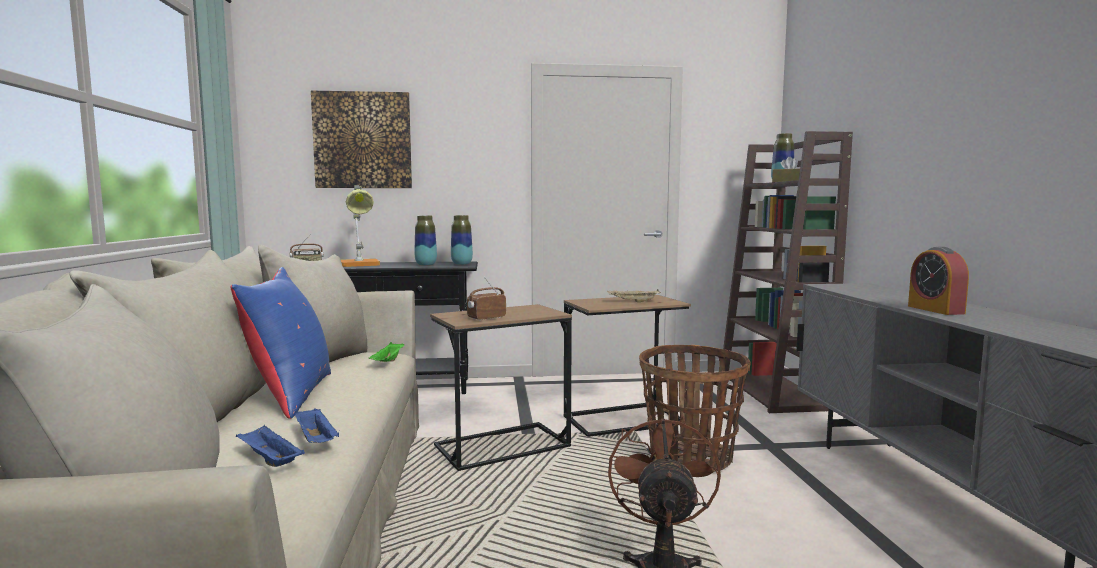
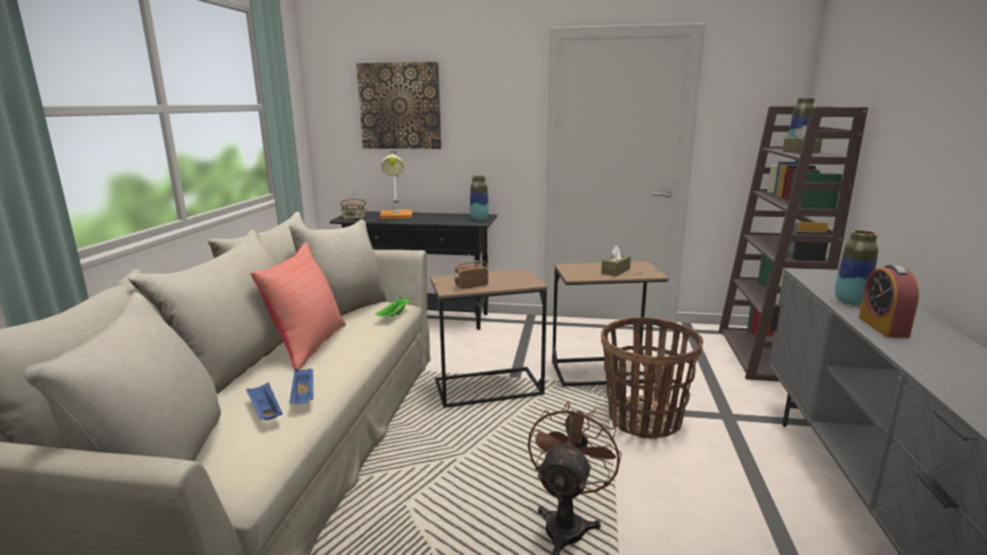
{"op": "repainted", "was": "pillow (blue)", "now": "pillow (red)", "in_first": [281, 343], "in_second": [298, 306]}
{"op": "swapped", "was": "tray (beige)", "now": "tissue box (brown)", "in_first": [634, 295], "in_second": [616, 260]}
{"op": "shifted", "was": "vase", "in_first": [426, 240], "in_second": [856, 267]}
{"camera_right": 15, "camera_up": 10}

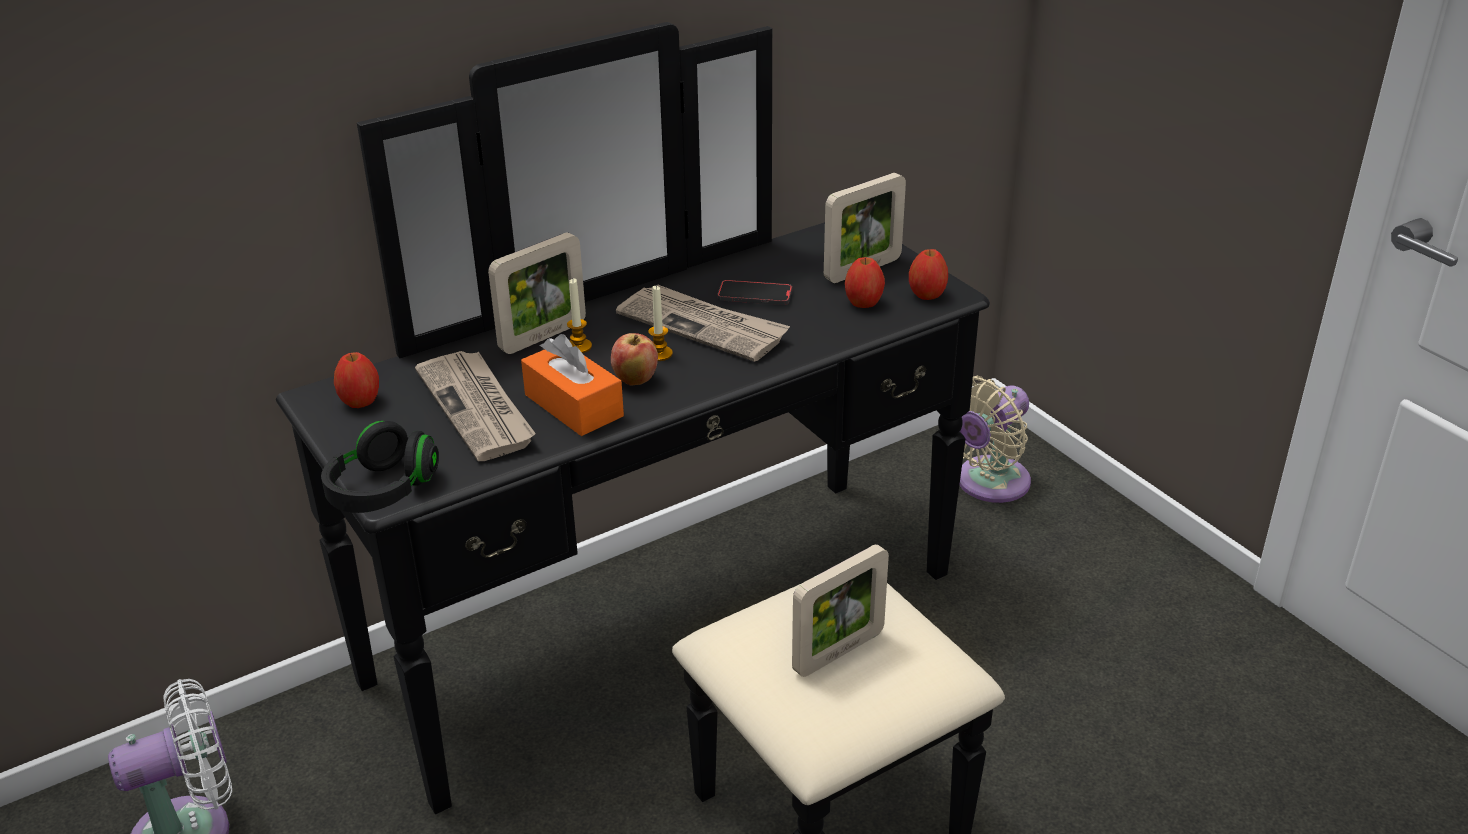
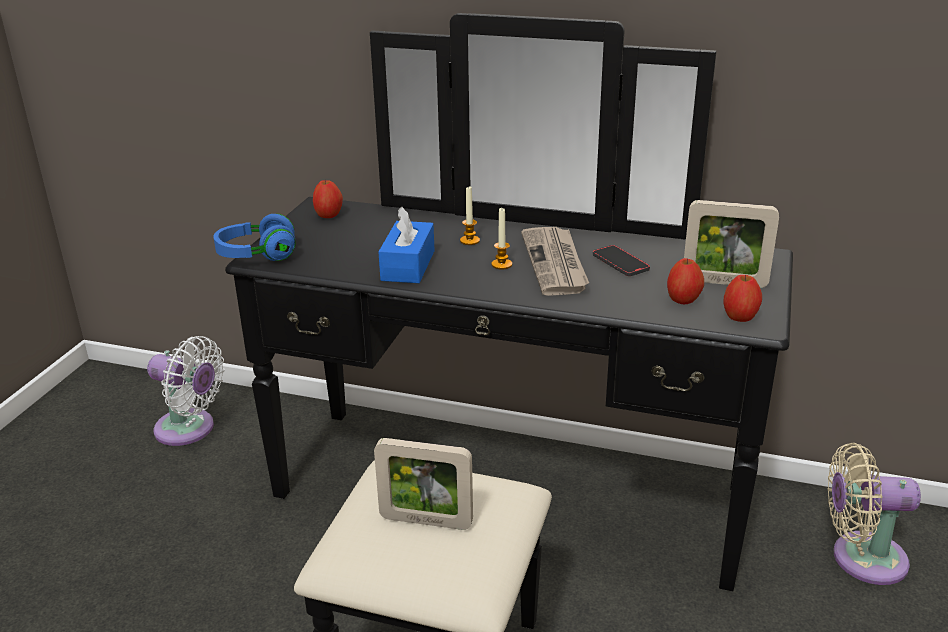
{"op": "repainted", "was": "headphones (black)", "now": "headphones (blue)", "in_first": [380, 467], "in_second": [254, 237]}
{"op": "repainted", "was": "tissue box (orange)", "now": "tissue box (blue)", "in_first": [572, 385], "in_second": [406, 245]}
{"op": "gone", "was": "newspaper", "in_first": [475, 406]}
{"op": "gone", "was": "picture frame", "in_first": [537, 293]}
{"op": "gone", "was": "apple", "in_first": [634, 359]}
{"camera_right": 50, "camera_up": -5}

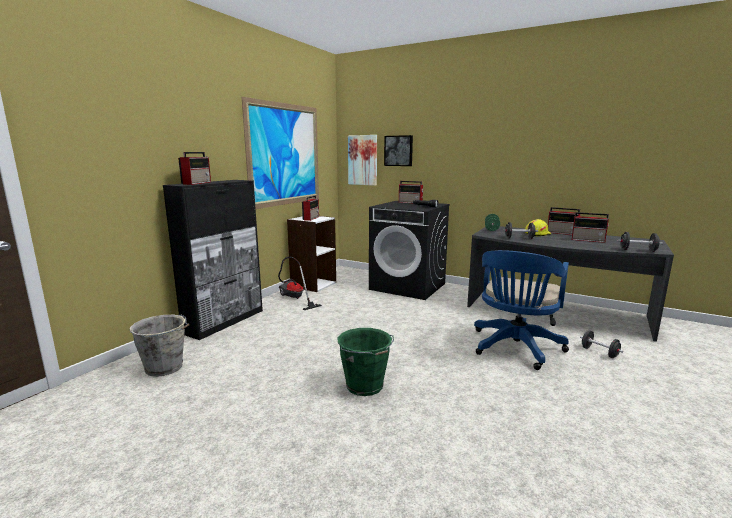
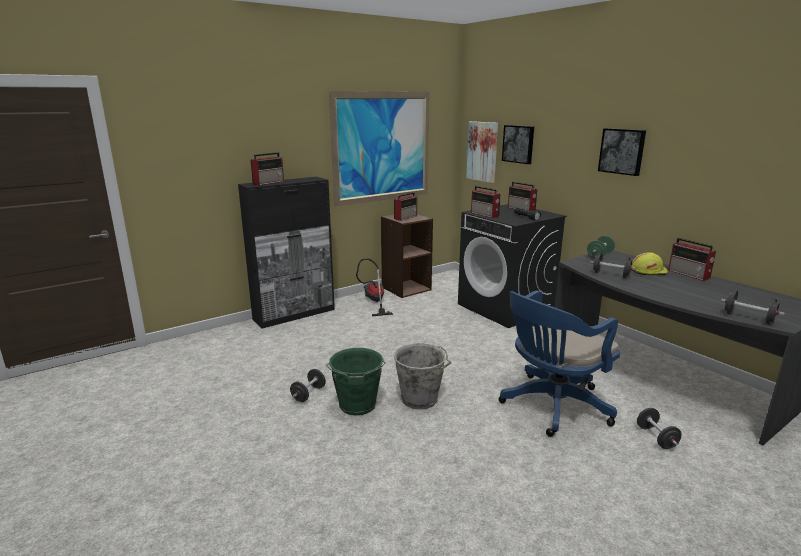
{"op": "new", "now": "dumbbell (black)", "in_second": [308, 385]}
{"op": "repainted", "was": "bookcase (white)", "now": "bookcase (brown)", "in_first": [311, 254], "in_second": [407, 256]}
{"op": "shifted", "was": "bucket (grey)", "in_first": [159, 346], "in_second": [422, 376]}
{"op": "shifted", "was": "radio", "in_first": [590, 227], "in_second": [486, 202]}
{"op": "new", "now": "picture", "in_second": [622, 152]}
{"camera_right": 25, "camera_up": 5}

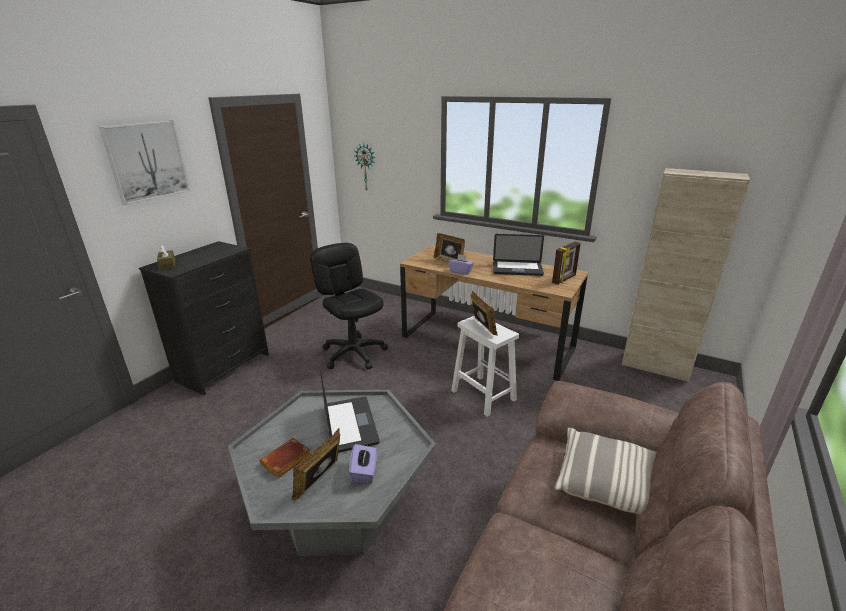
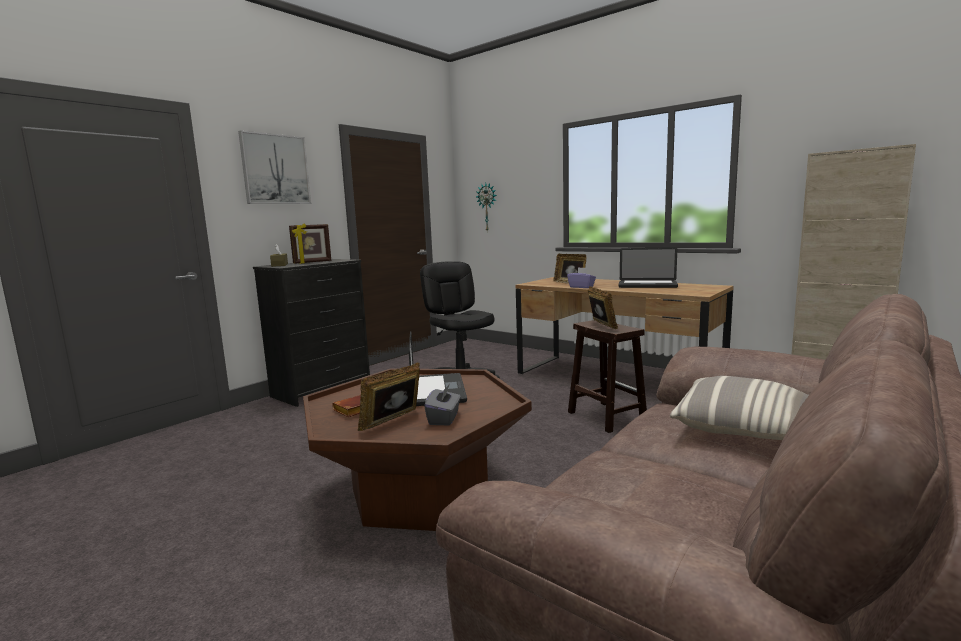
{"op": "shifted", "was": "picture frame", "in_first": [566, 263], "in_second": [310, 244]}
{"op": "repainted", "was": "coffee table (grey)", "now": "coffee table (brown)", "in_first": [332, 473], "in_second": [417, 449]}
{"op": "repainted", "was": "tissue box (purple)", "now": "tissue box (grey)", "in_first": [363, 464], "in_second": [442, 405]}
{"op": "repainted", "was": "stool (white)", "now": "stool (brown)", "in_first": [485, 366], "in_second": [607, 376]}
{"camera_right": 10, "camera_up": -15}

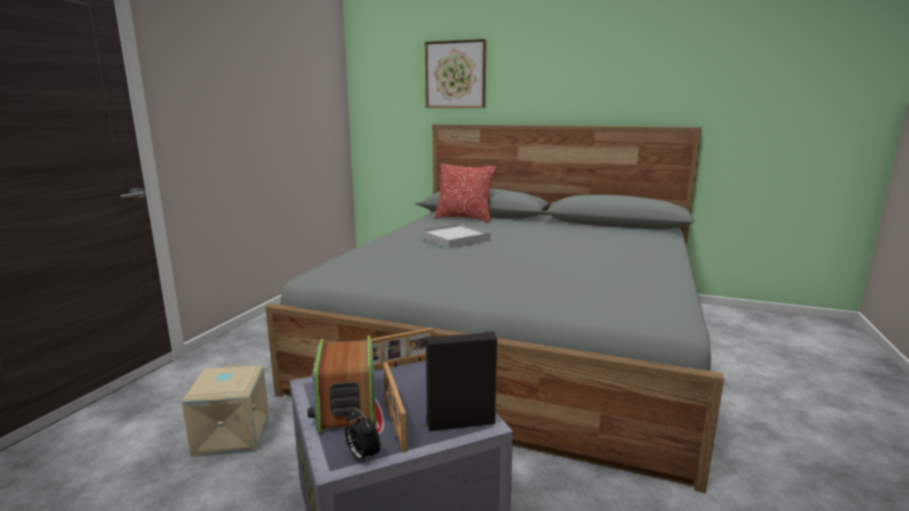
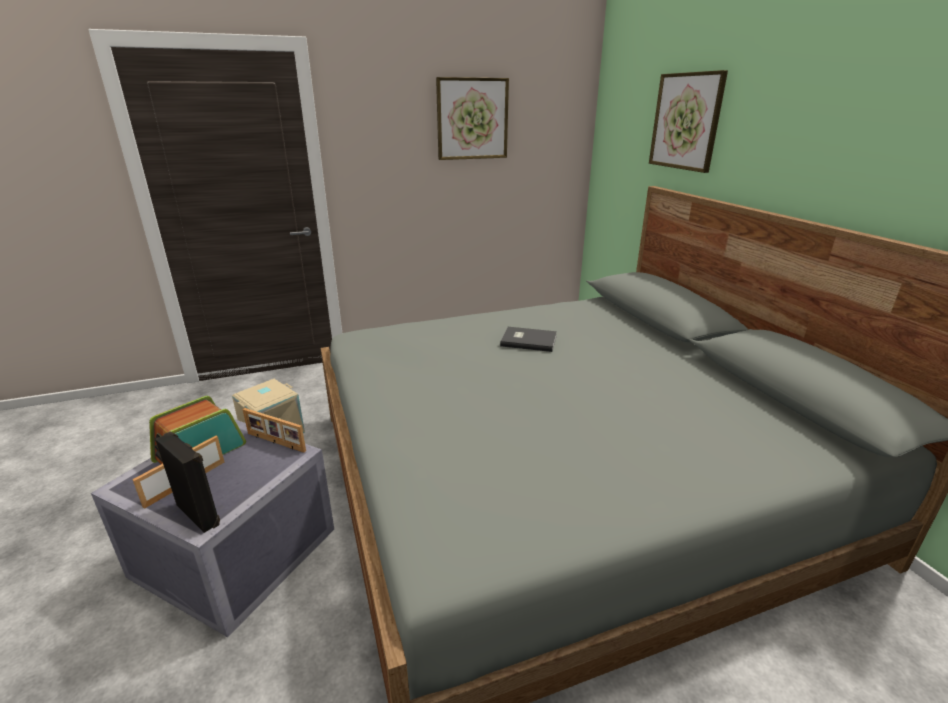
{"op": "new", "now": "picture", "in_second": [472, 118]}
{"op": "swapped", "was": "tray (white)", "now": "book (grey)", "in_first": [455, 236], "in_second": [528, 339]}
{"op": "gone", "was": "alarm clock", "in_first": [362, 436]}
{"op": "gone", "was": "pillow", "in_first": [465, 193]}
{"camera_right": 50, "camera_up": 10}

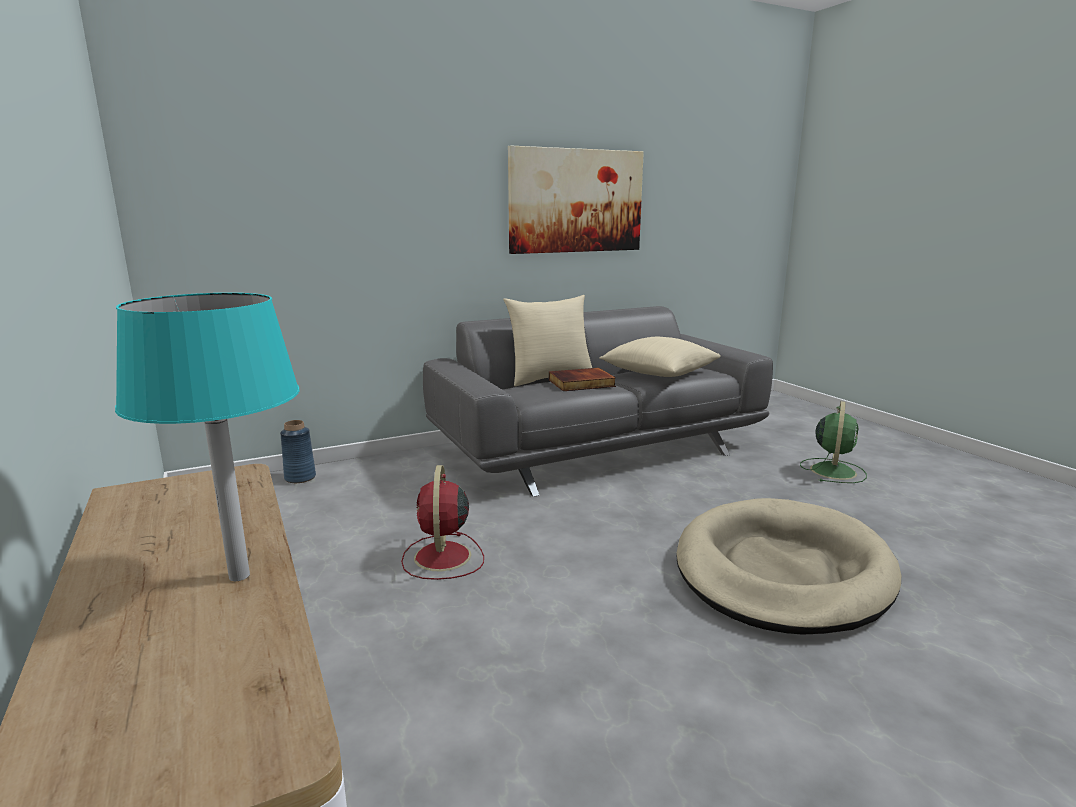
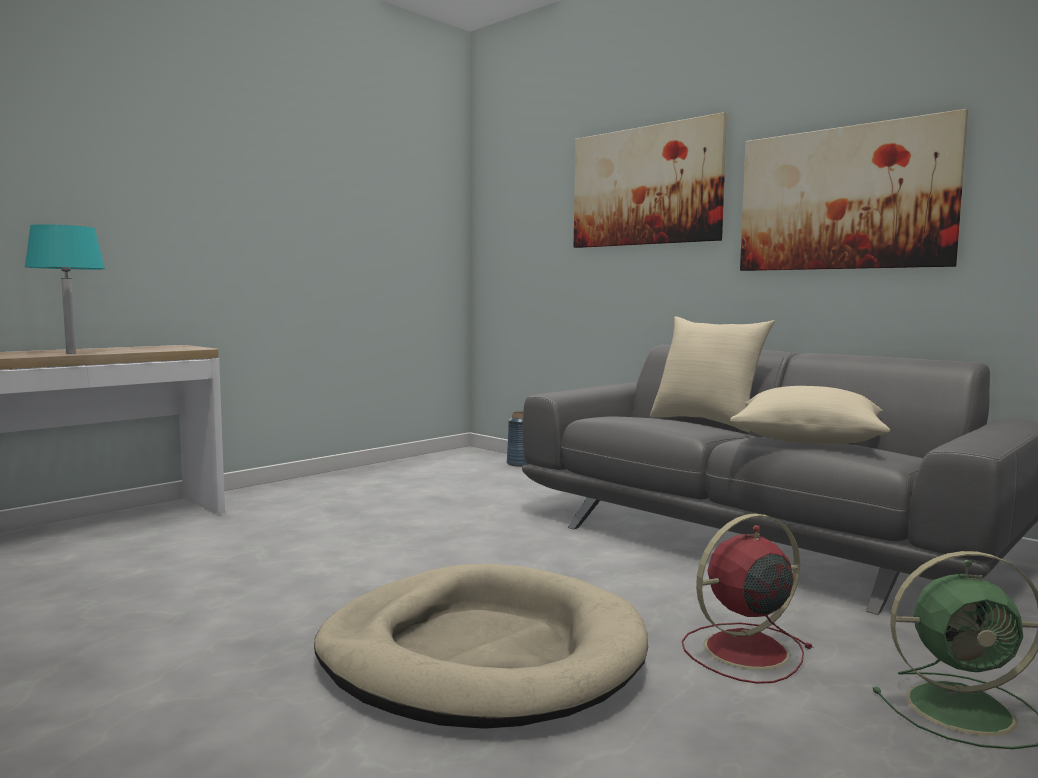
{"op": "new", "now": "picture", "in_second": [650, 180]}
{"op": "shifted", "was": "fan (red)", "in_first": [442, 522], "in_second": [748, 598]}
{"op": "gone", "was": "book", "in_first": [582, 379]}
{"camera_right": 70, "camera_up": -10}

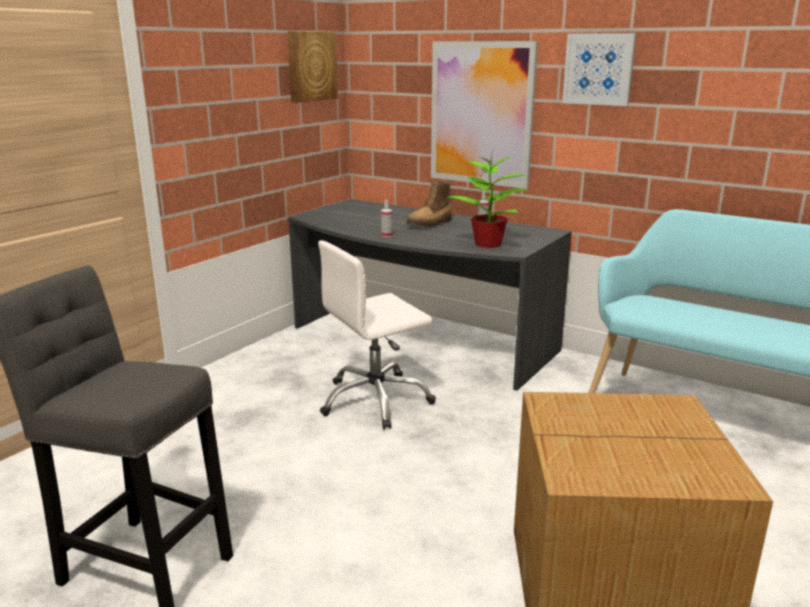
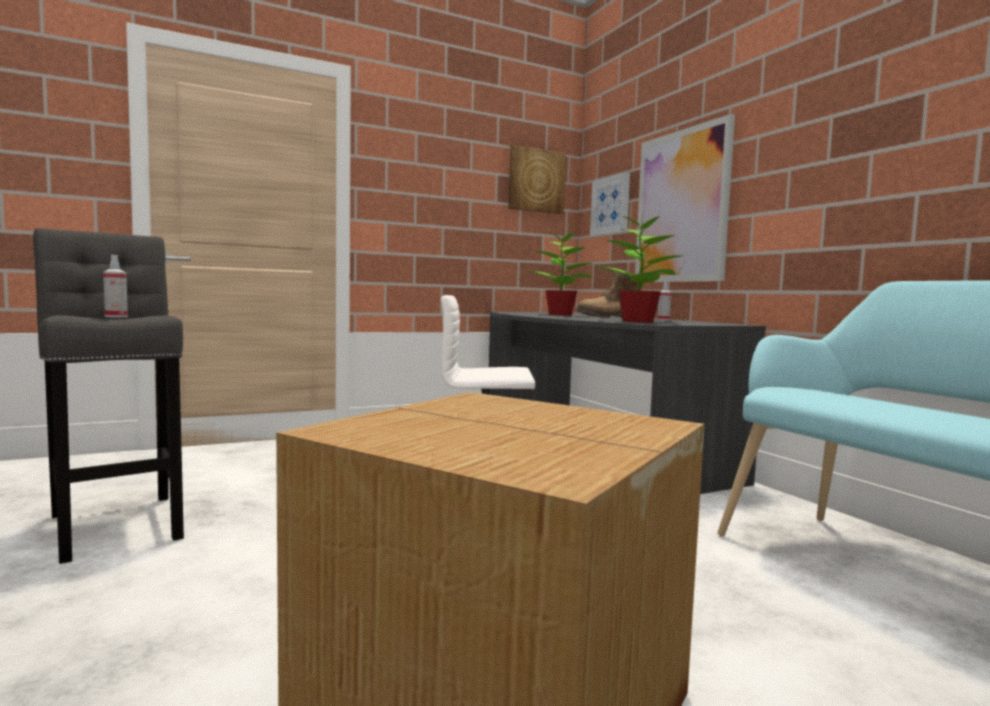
{"op": "shifted", "was": "spray bottle", "in_first": [386, 218], "in_second": [115, 285]}
{"op": "new", "now": "potted plant", "in_second": [560, 272]}
{"op": "shifted", "was": "picture", "in_first": [599, 69], "in_second": [610, 204]}
{"camera_right": 30, "camera_up": -15}

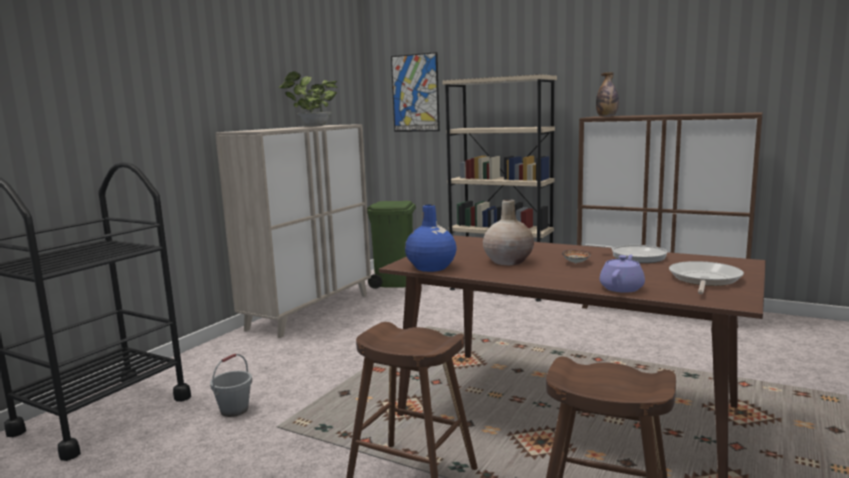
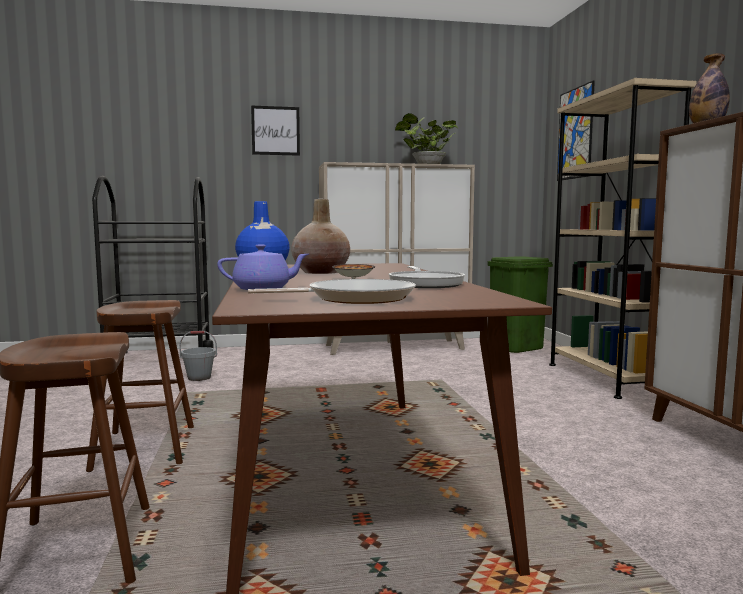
{"op": "new", "now": "picture", "in_second": [275, 131]}
{"camera_right": 50, "camera_up": -5}

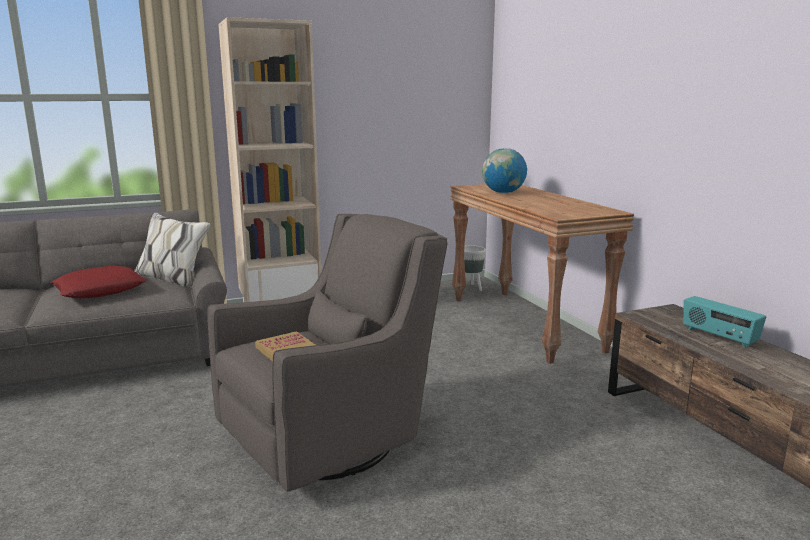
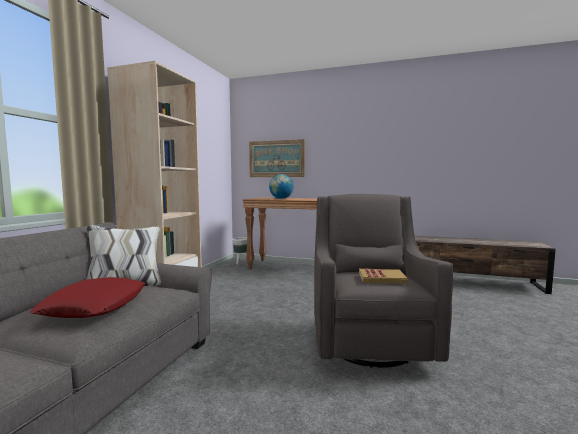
{"op": "new", "now": "picture", "in_second": [277, 158]}
{"op": "gone", "was": "radio", "in_first": [724, 322]}
{"camera_right": -50, "camera_up": -10}

